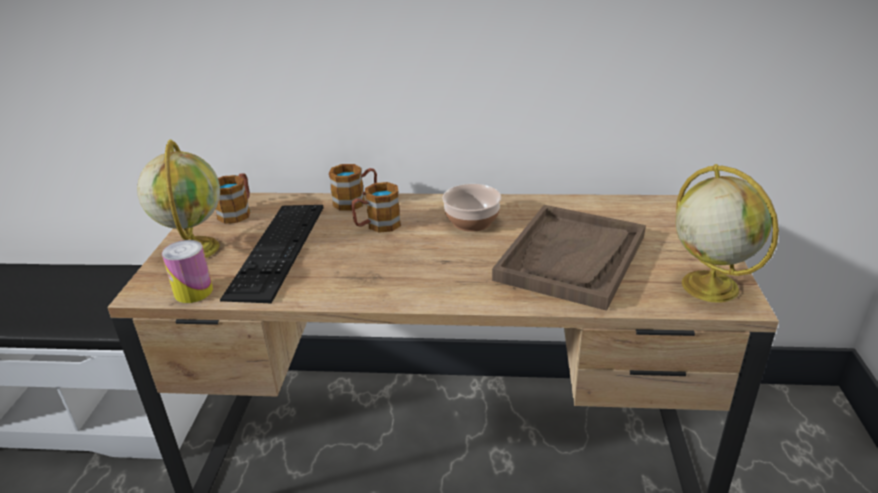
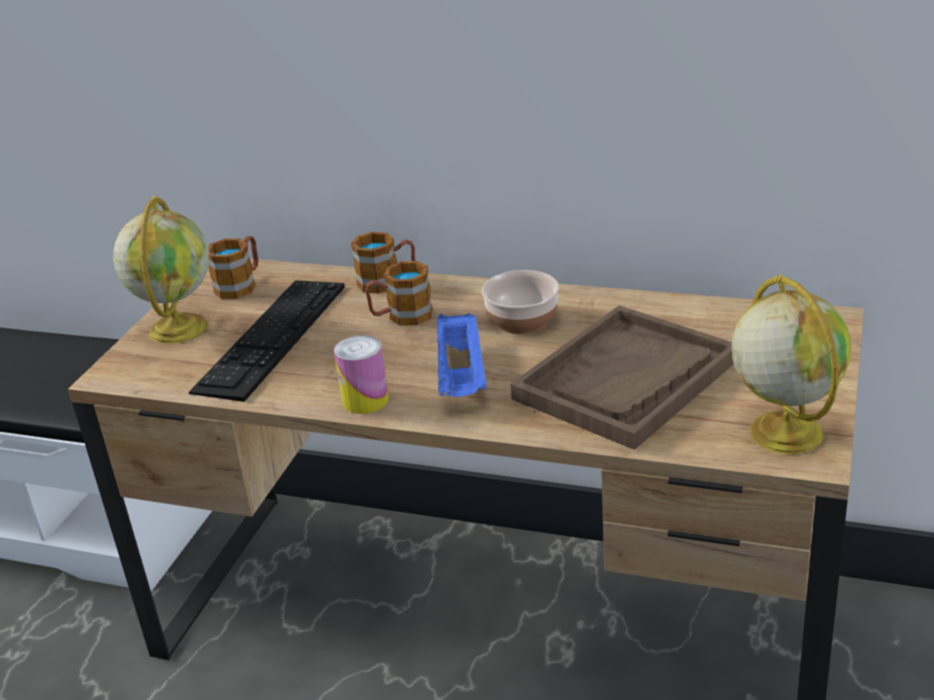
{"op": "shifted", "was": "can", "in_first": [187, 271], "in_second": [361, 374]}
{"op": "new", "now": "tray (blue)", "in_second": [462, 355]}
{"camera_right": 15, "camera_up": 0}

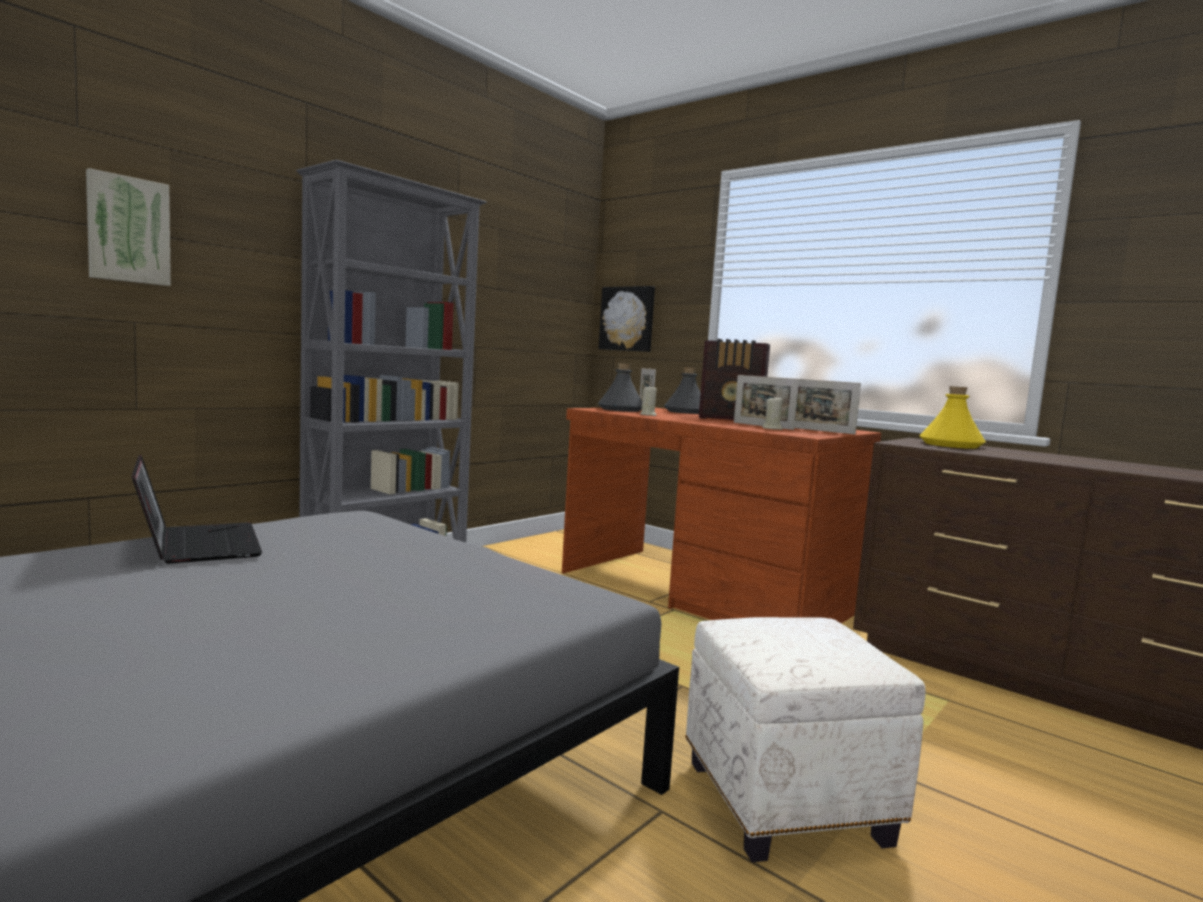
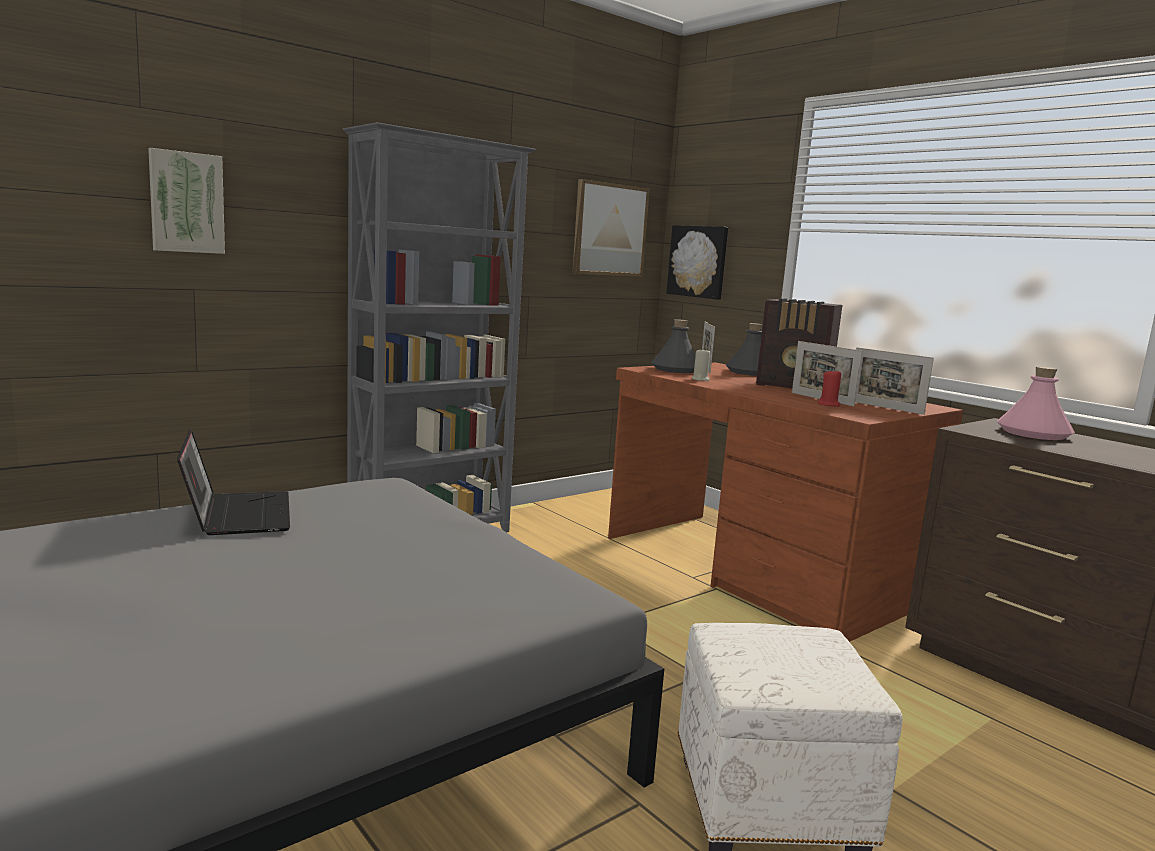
{"op": "new", "now": "picture", "in_second": [611, 228]}
{"op": "repainted", "was": "candle (beige)", "now": "candle (red)", "in_first": [773, 413], "in_second": [829, 388]}
{"op": "repainted", "was": "bottle (yellow)", "now": "bottle (pink)", "in_first": [952, 417], "in_second": [1036, 403]}
{"camera_right": 10, "camera_up": 5}

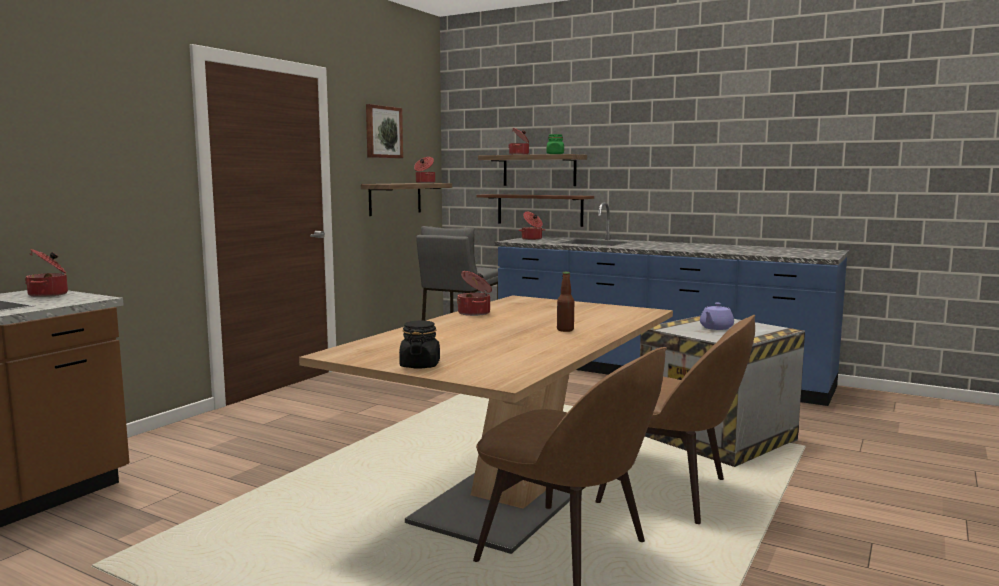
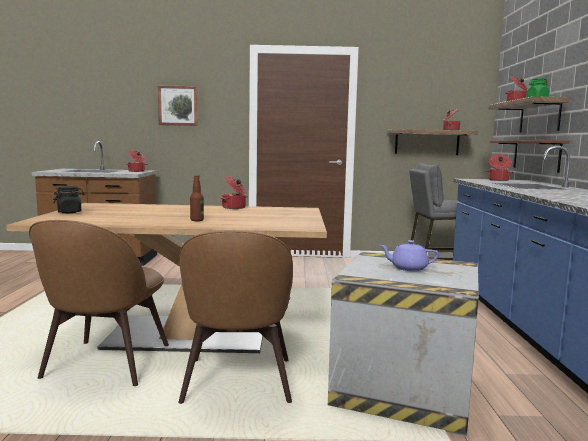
{"op": "shifted", "was": "picture", "in_first": [384, 131], "in_second": [178, 105]}
{"camera_right": 60, "camera_up": 0}

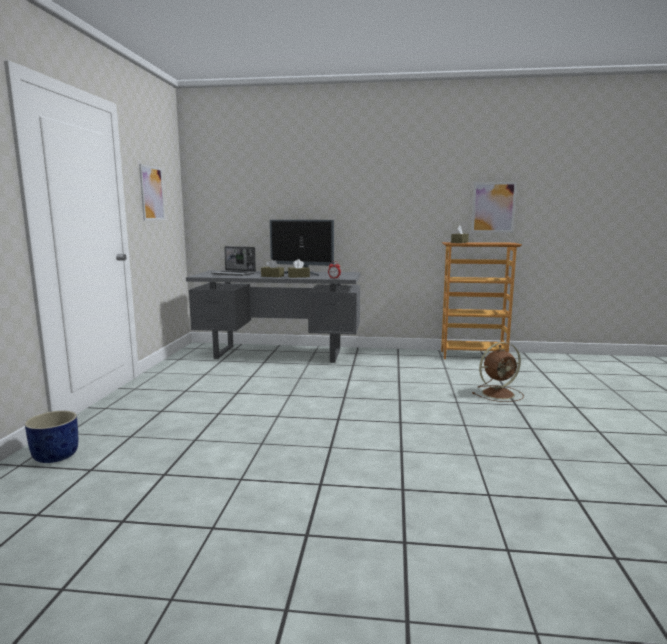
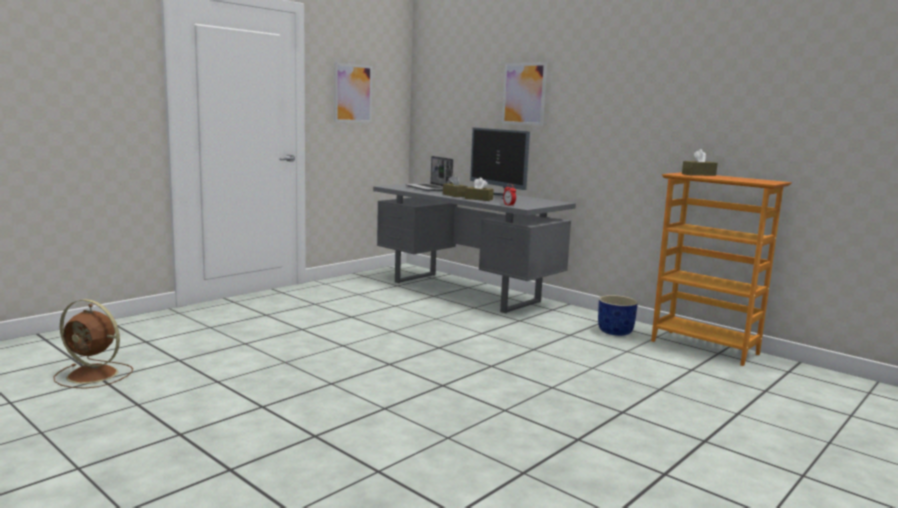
{"op": "shifted", "was": "fan (brown)", "in_first": [498, 372], "in_second": [93, 344]}
{"op": "shifted", "was": "picture", "in_first": [494, 207], "in_second": [524, 94]}
{"op": "shifted", "was": "planter (blue)", "in_first": [51, 437], "in_second": [618, 315]}
{"camera_right": 35, "camera_up": 0}

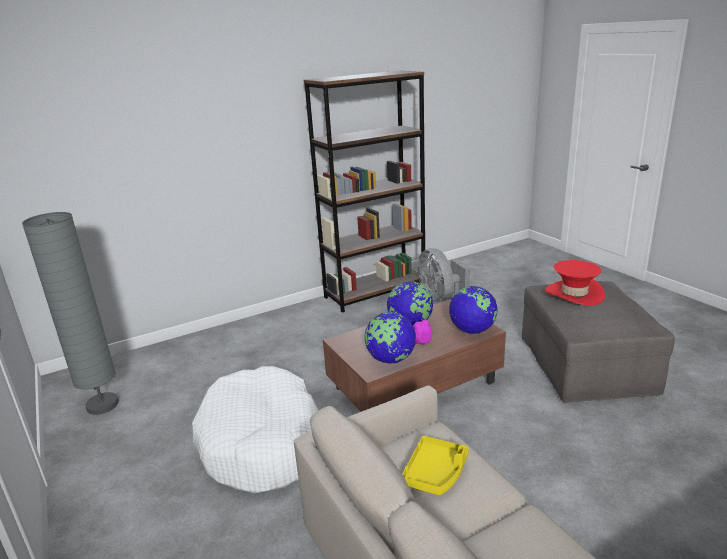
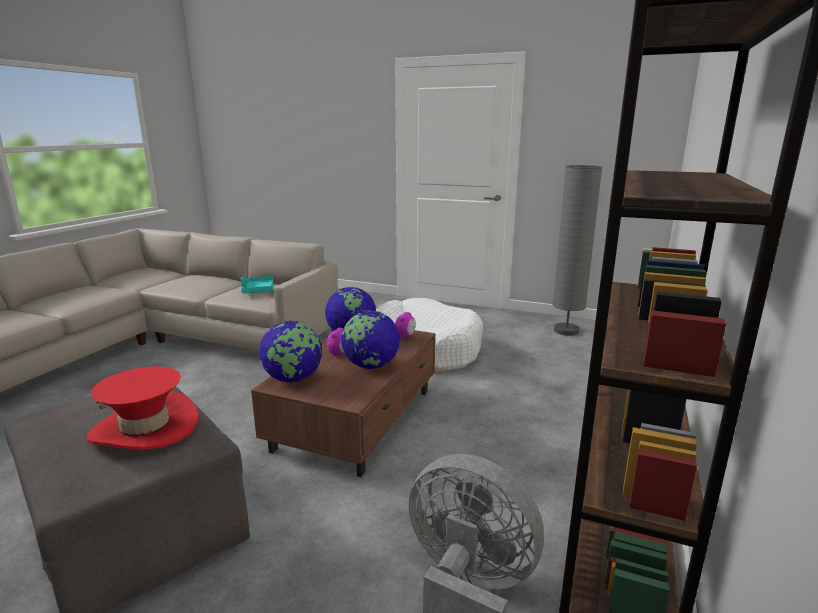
{"op": "repainted", "was": "tray (yellow)", "now": "tray (turquoise)", "in_first": [435, 465], "in_second": [257, 284]}
{"op": "new", "now": "alarm clock", "in_second": [405, 325]}
{"camera_right": 140, "camera_up": -5}

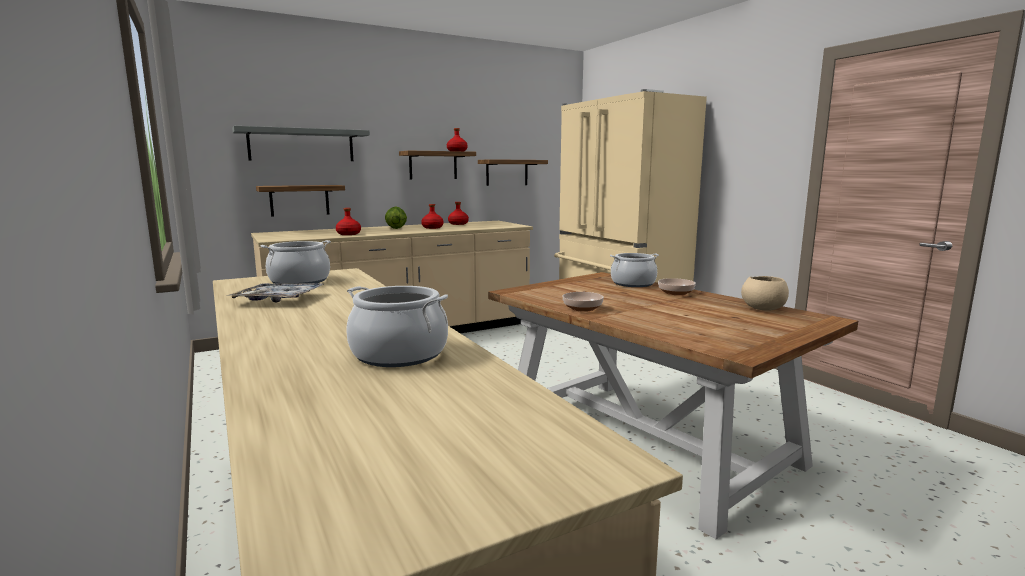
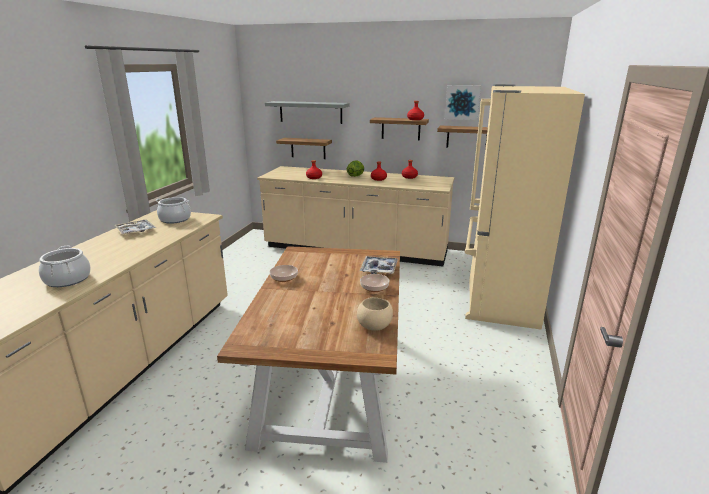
{"op": "swapped", "was": "cooking pot", "now": "tray", "in_first": [634, 270], "in_second": [379, 265]}
{"op": "new", "now": "picture", "in_second": [463, 102]}
{"camera_right": 45, "camera_up": 10}

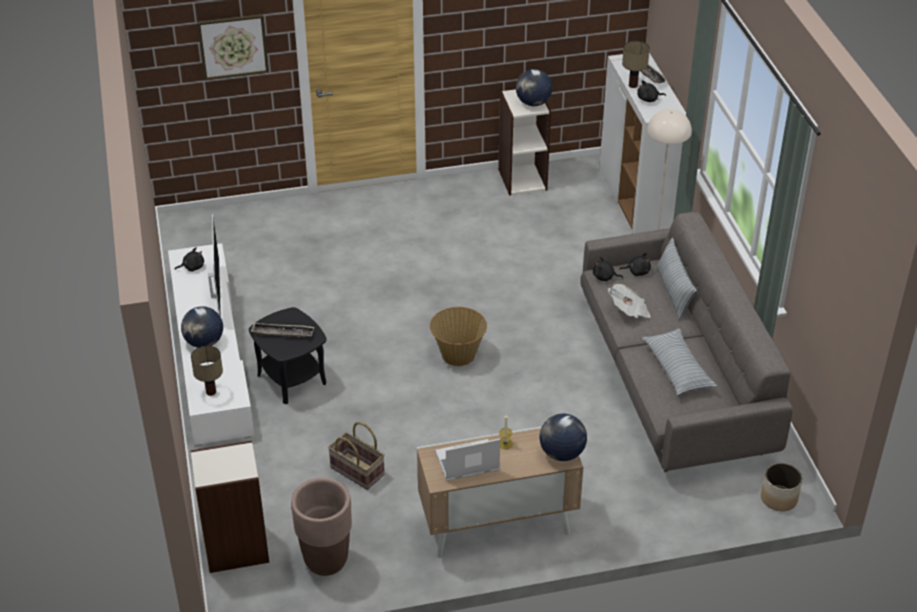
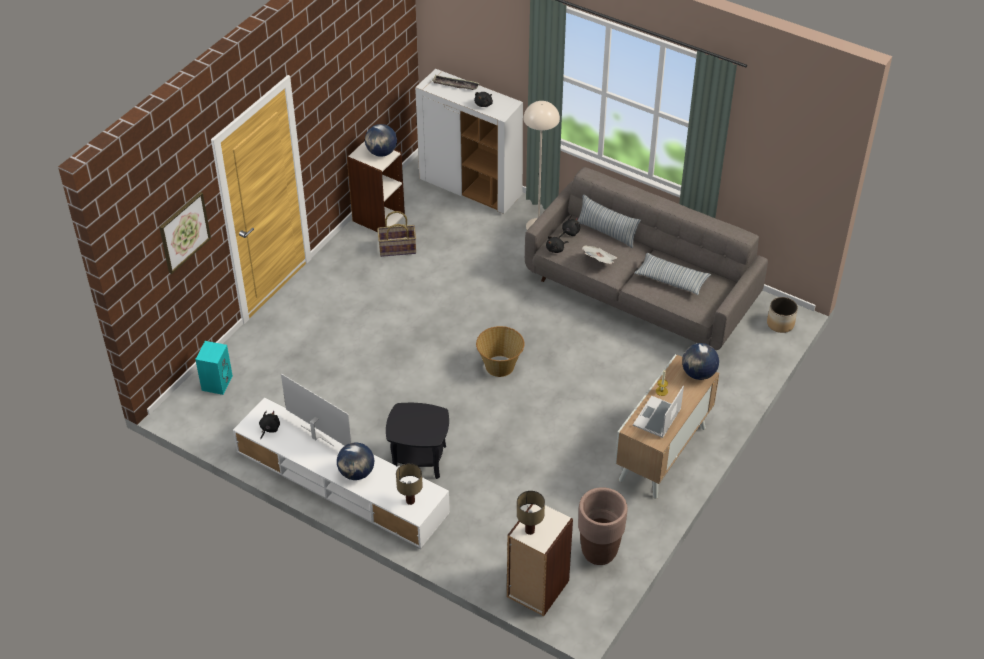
{"op": "new", "now": "speaker (turquoise)", "in_second": [214, 368]}
{"op": "shifted", "was": "basket", "in_first": [356, 456], "in_second": [396, 234]}
{"op": "shifted", "was": "table lamp", "in_first": [636, 64], "in_second": [531, 513]}
{"op": "gone", "was": "tray", "in_first": [282, 330]}
{"camera_right": -45, "camera_up": 5}

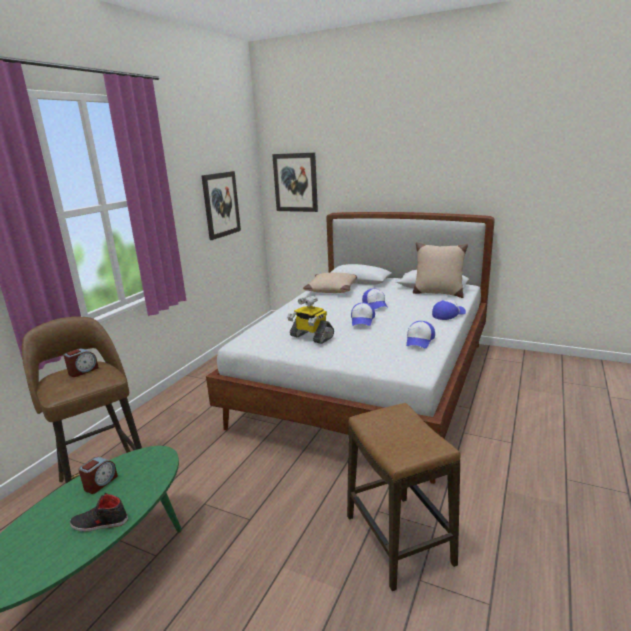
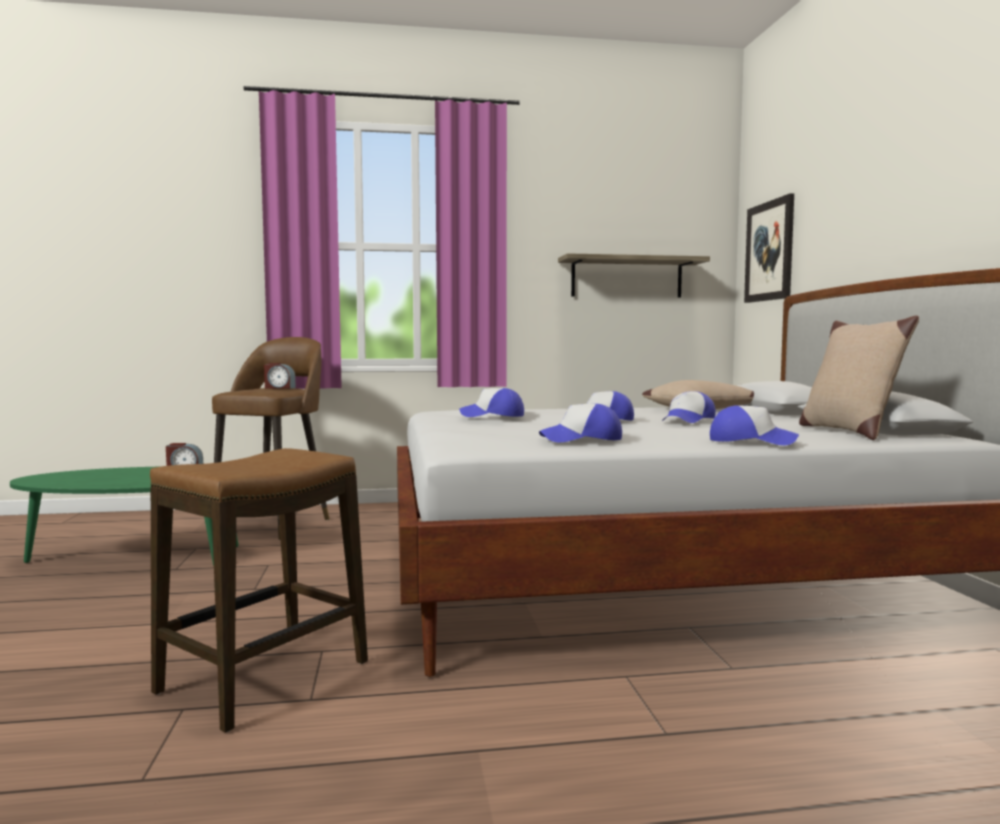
{"op": "swapped", "was": "toy robot", "now": "cap", "in_first": [310, 319], "in_second": [491, 402]}
{"op": "swapped", "was": "picture", "now": "shelf", "in_first": [221, 205], "in_second": [634, 275]}
{"op": "gone", "was": "shoe (black)", "in_first": [99, 512]}
{"camera_right": 55, "camera_up": -15}

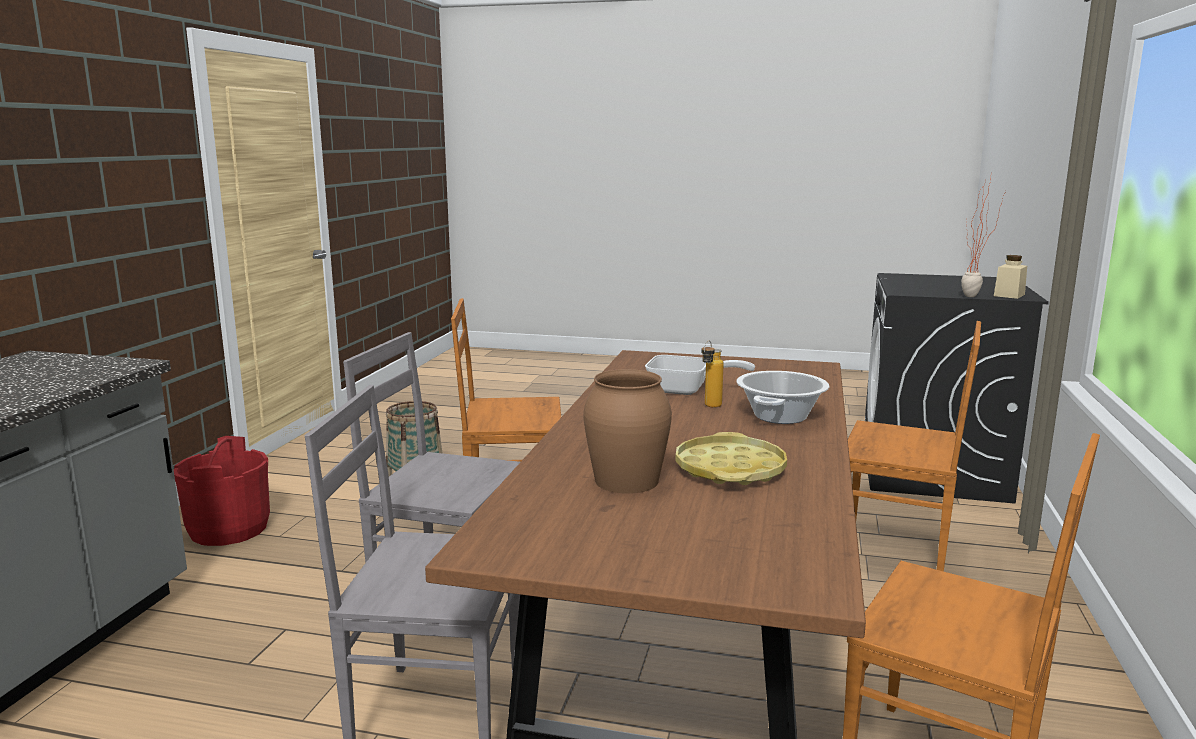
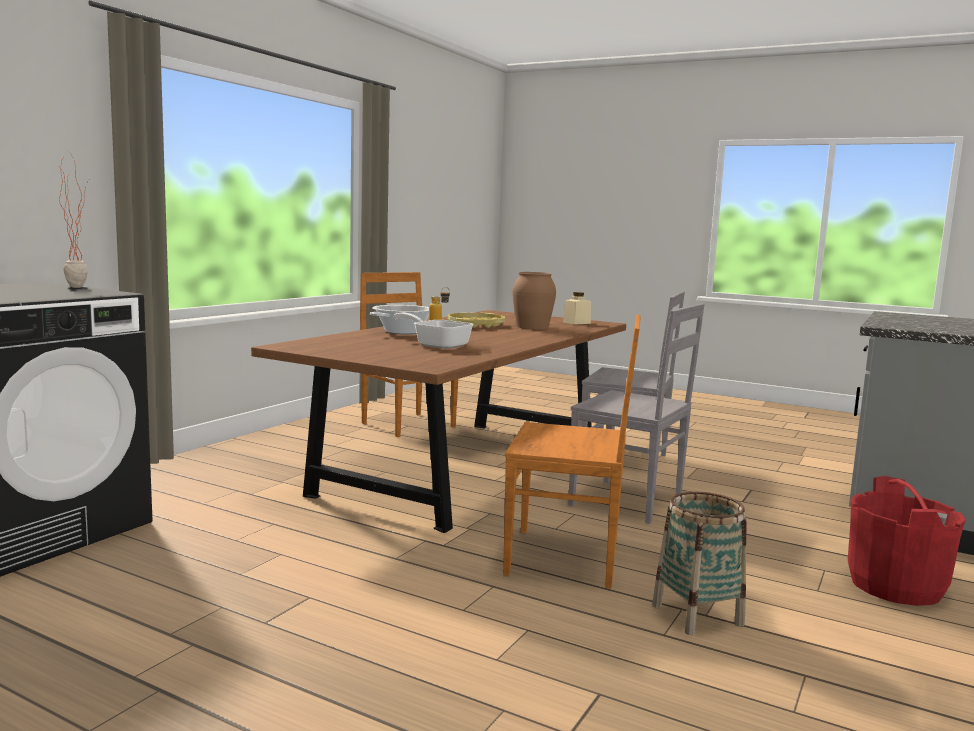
{"op": "shifted", "was": "jar (beige)", "in_first": [1010, 277], "in_second": [577, 308]}
{"op": "gone", "was": "chair (brown)", "in_first": [914, 446]}
{"camera_right": -165, "camera_up": -5}

